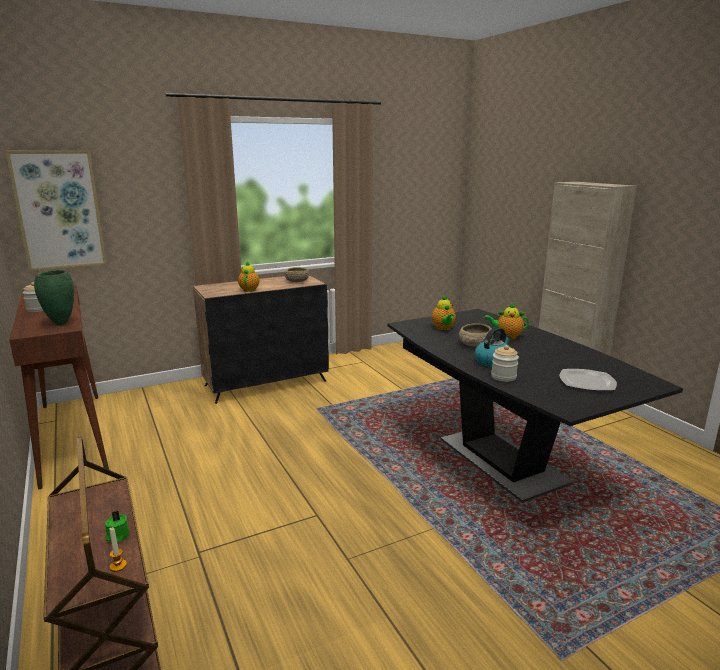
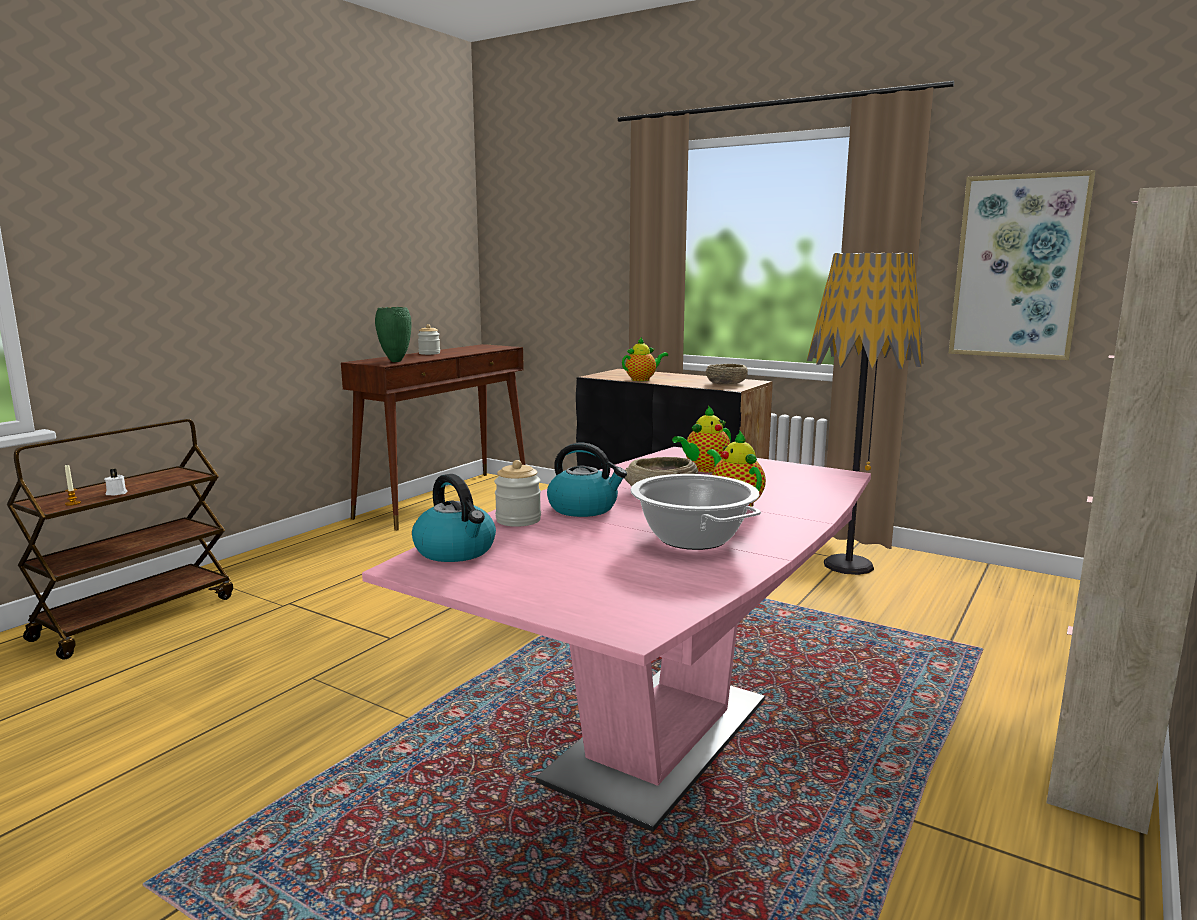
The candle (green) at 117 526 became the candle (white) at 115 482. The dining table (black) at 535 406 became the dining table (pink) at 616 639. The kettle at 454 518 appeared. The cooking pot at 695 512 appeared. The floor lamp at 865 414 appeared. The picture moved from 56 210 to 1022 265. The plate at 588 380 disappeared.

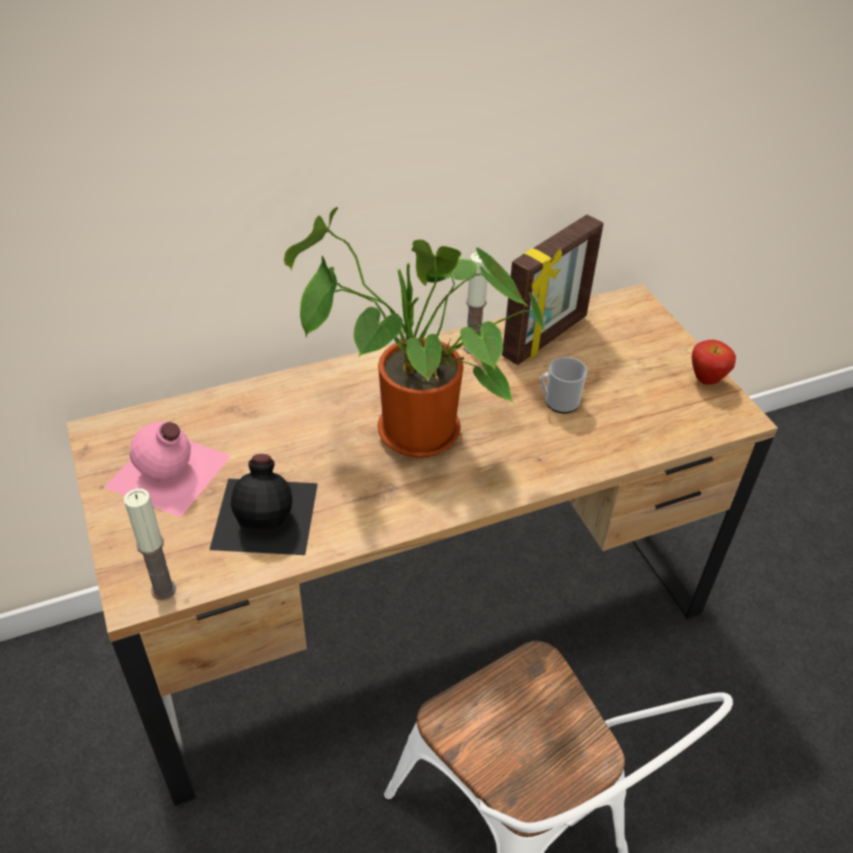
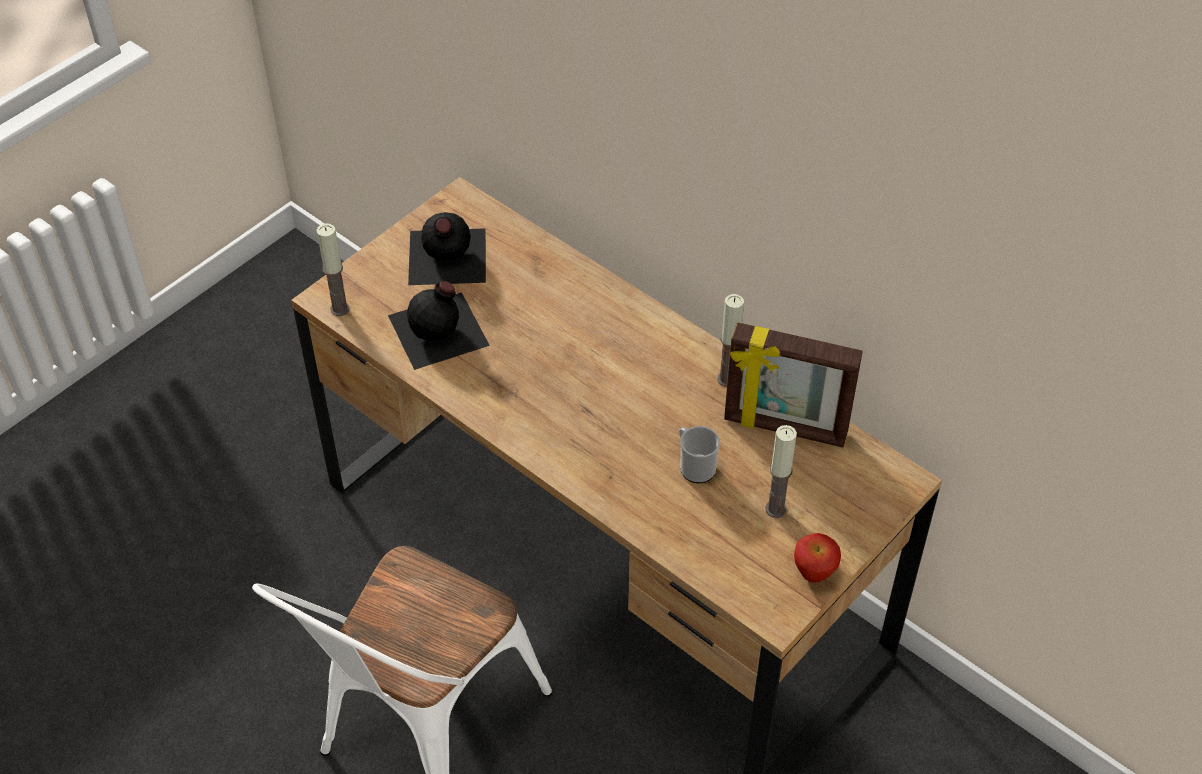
The bottle (pink) at 167 469 became the bottle (black) at 447 248. The candle at 781 471 appeared. The potted plant at 415 332 disappeared.

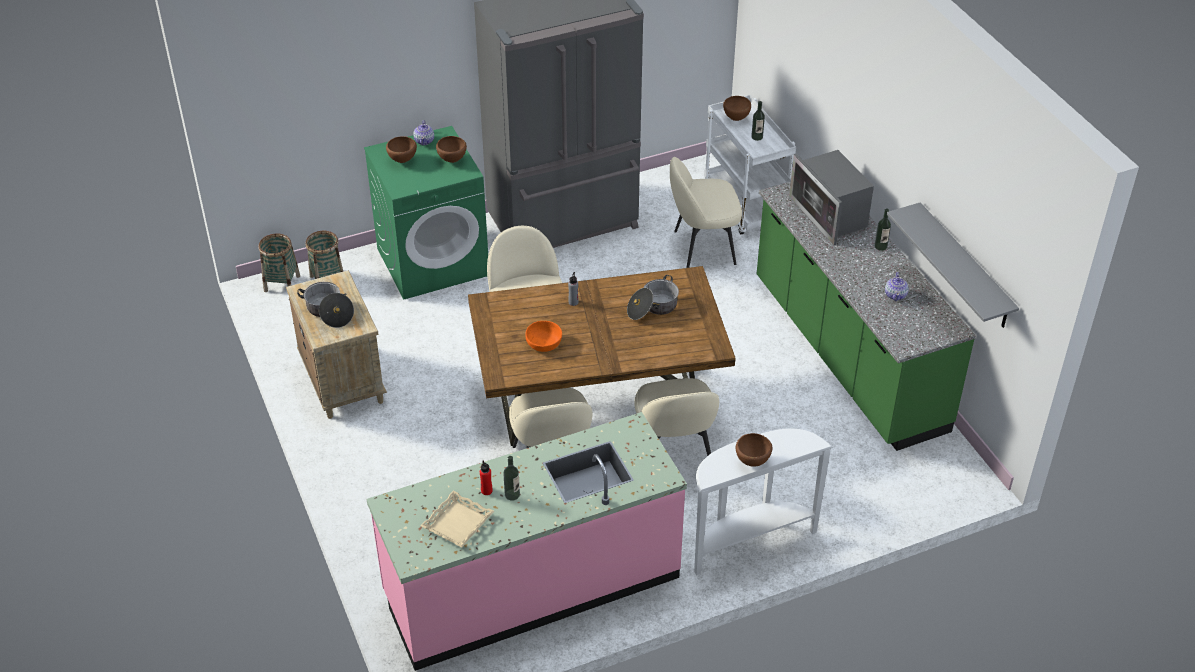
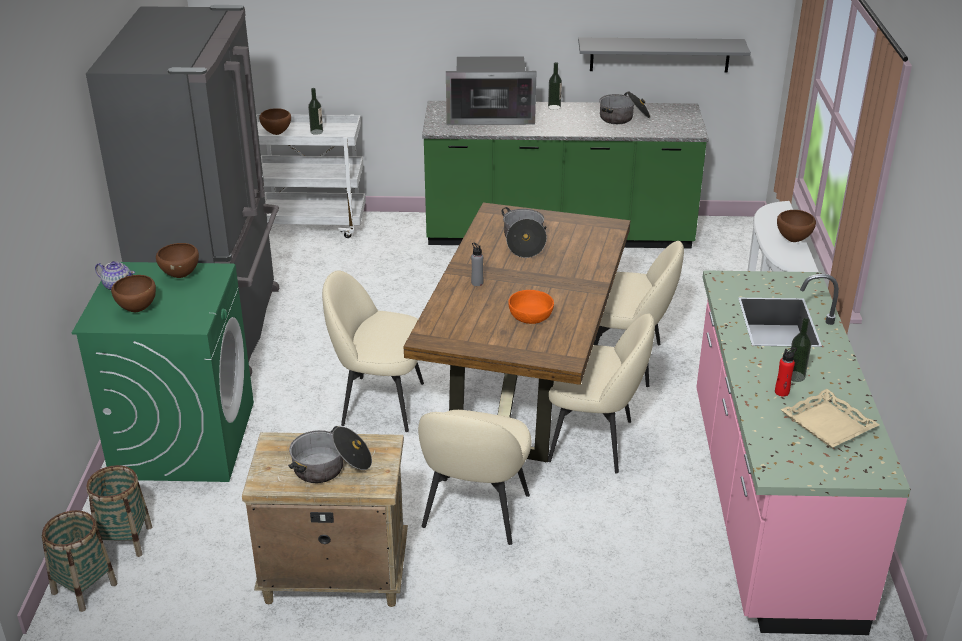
The chair (beige) moved from 706 212 to 475 477. The teapot at 897 286 was replaced by the cooking pot at 625 107.

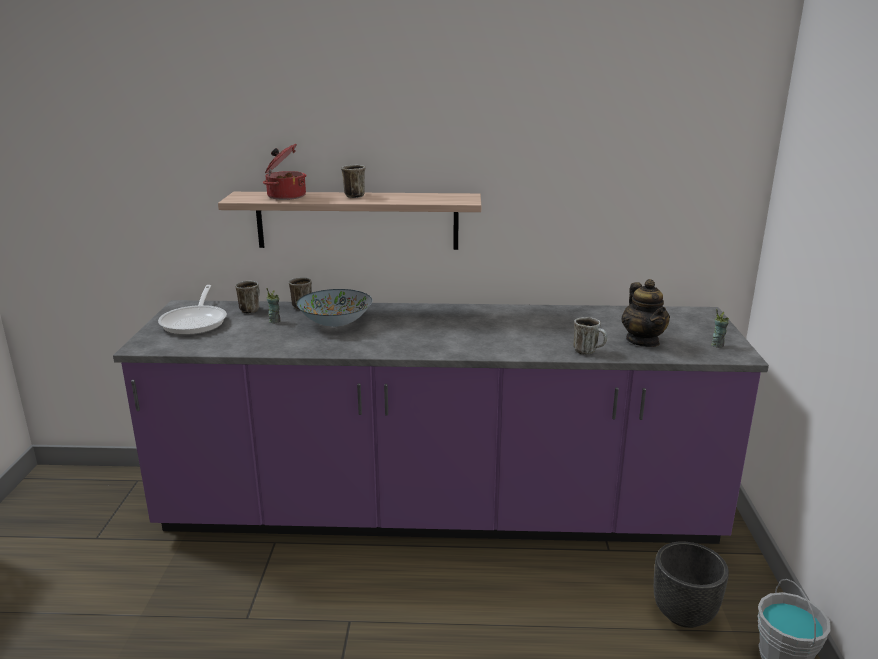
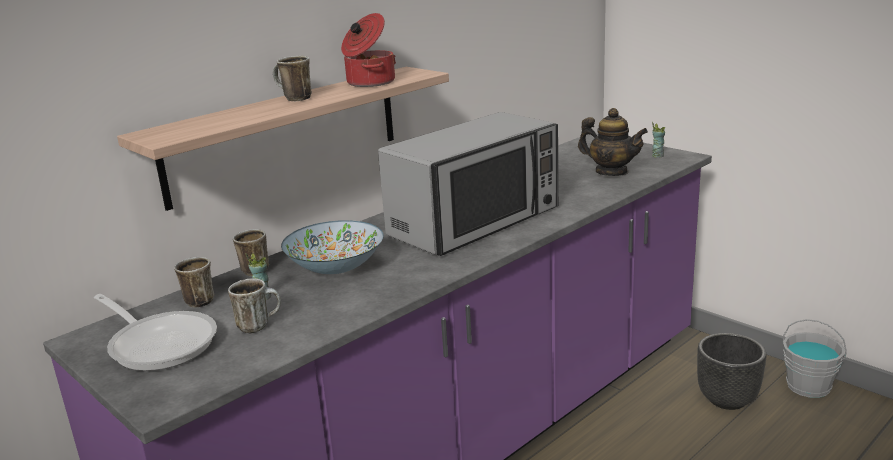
The mug moved from 590 336 to 254 306. The cooking pot moved from 285 172 to 368 50. The microwave at 468 184 appeared.

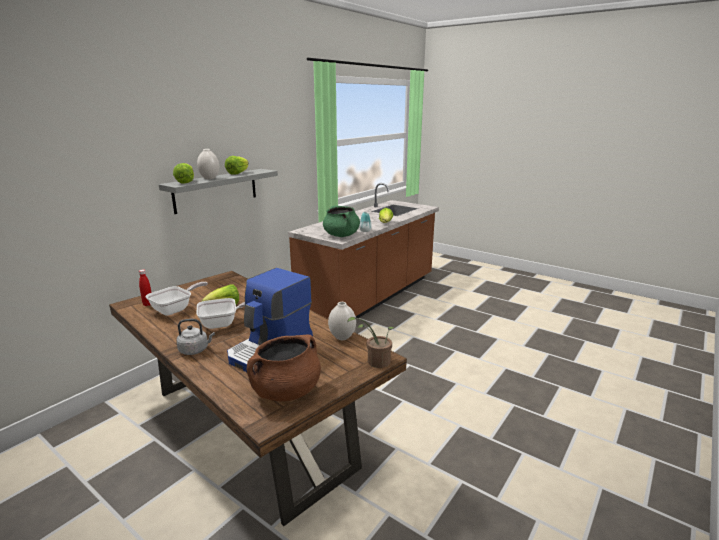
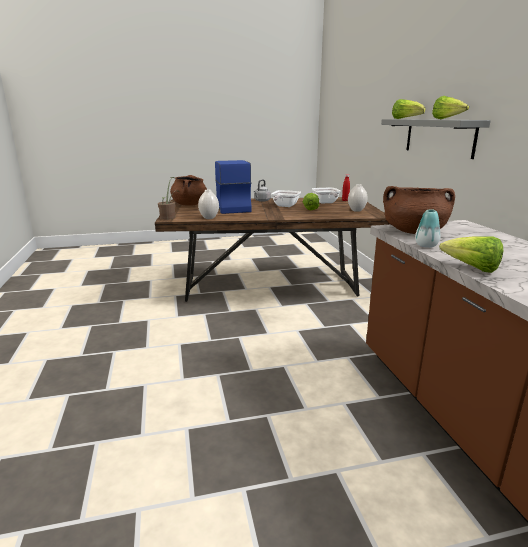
The vase (white) moved from 208 164 to 358 198. The cooking pot (green) at 341 221 became the cooking pot (brown) at 419 210.

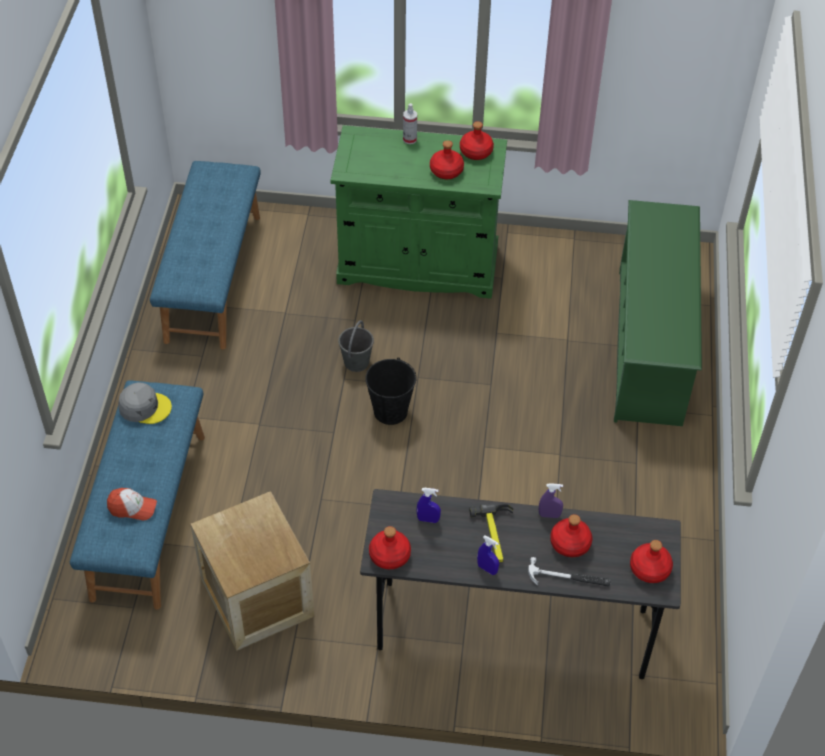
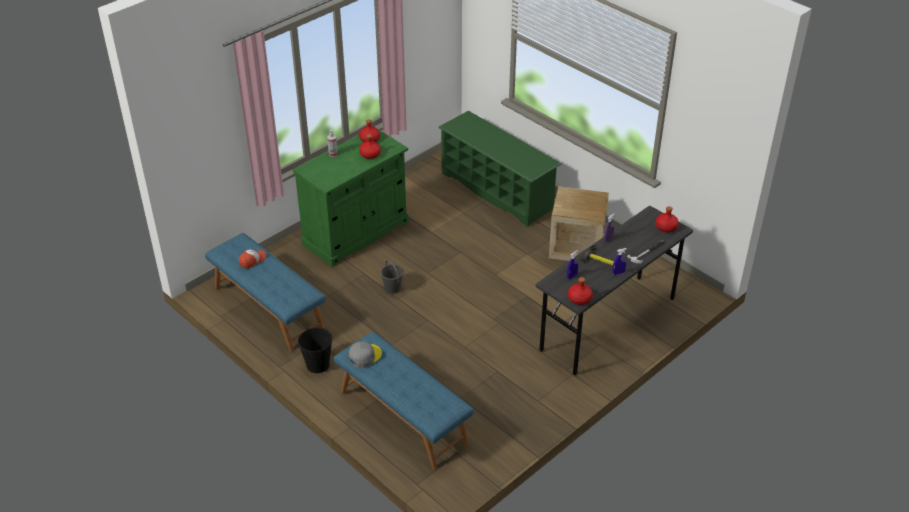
The cap moved from 132 504 to 252 259. The bucket (black) moved from 391 391 to 315 350. The crate moved from 252 571 to 579 223. The bottle (red) at 571 535 disappeared.

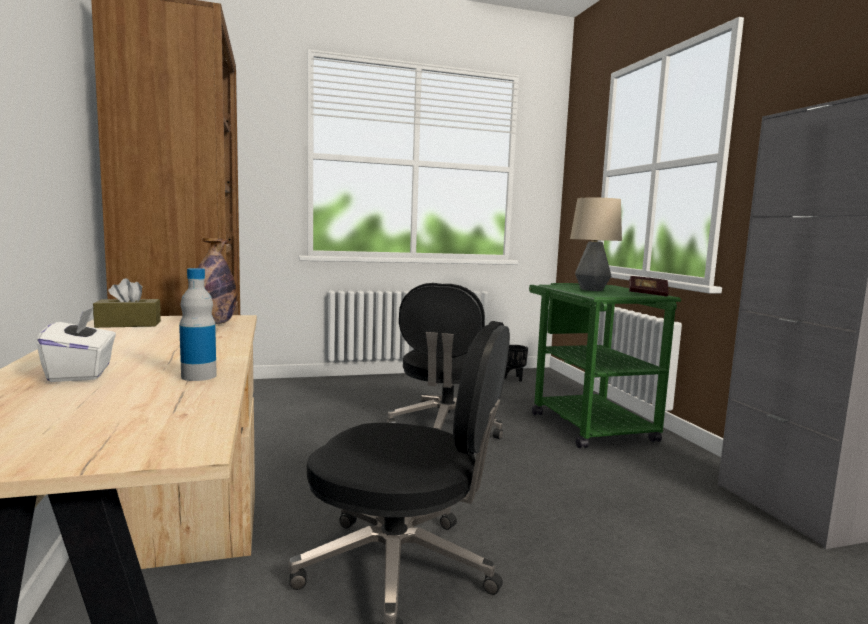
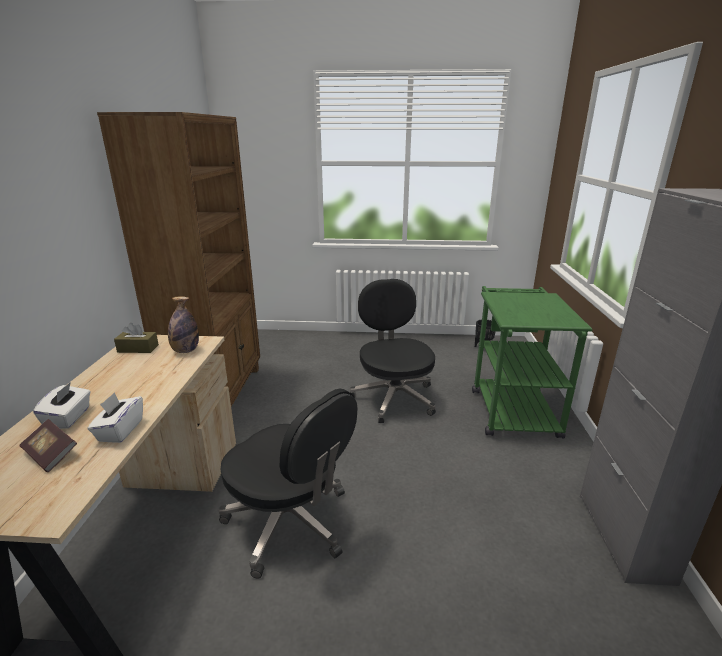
The book moved from 648 286 to 48 445. The bottle at 198 324 was replaced by the tissue box (white) at 115 418. The office chair (black) at 445 361 turned 135 degrees clockwise. The table lamp at 596 244 disappeared.

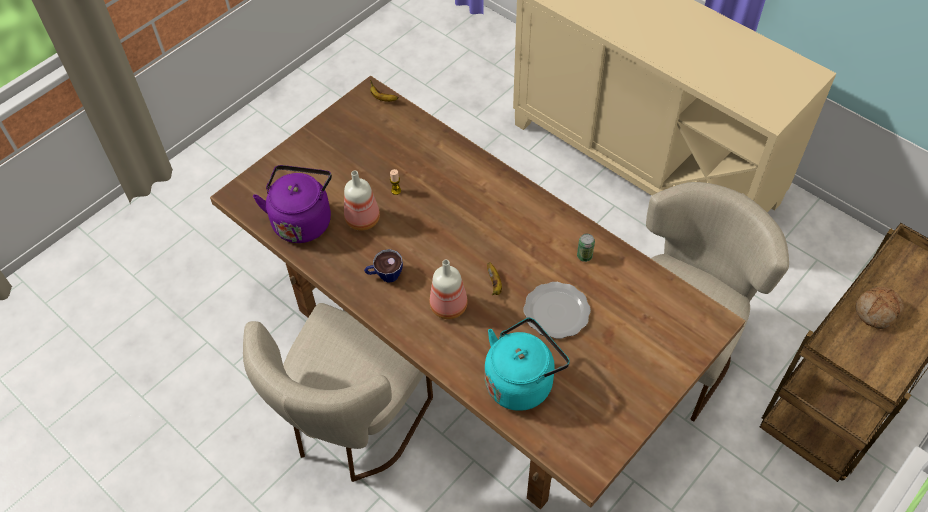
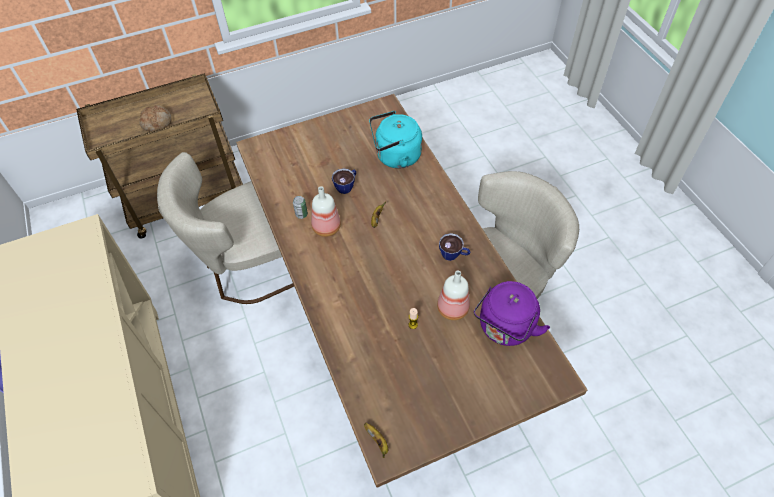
The bottle moved from 449 289 to 326 211. The plate at 557 310 was replaced by the cup at 344 181.

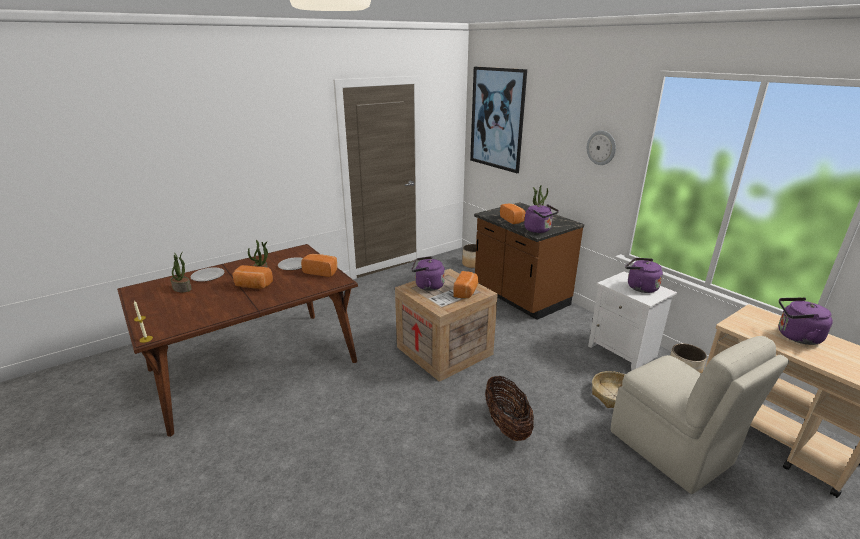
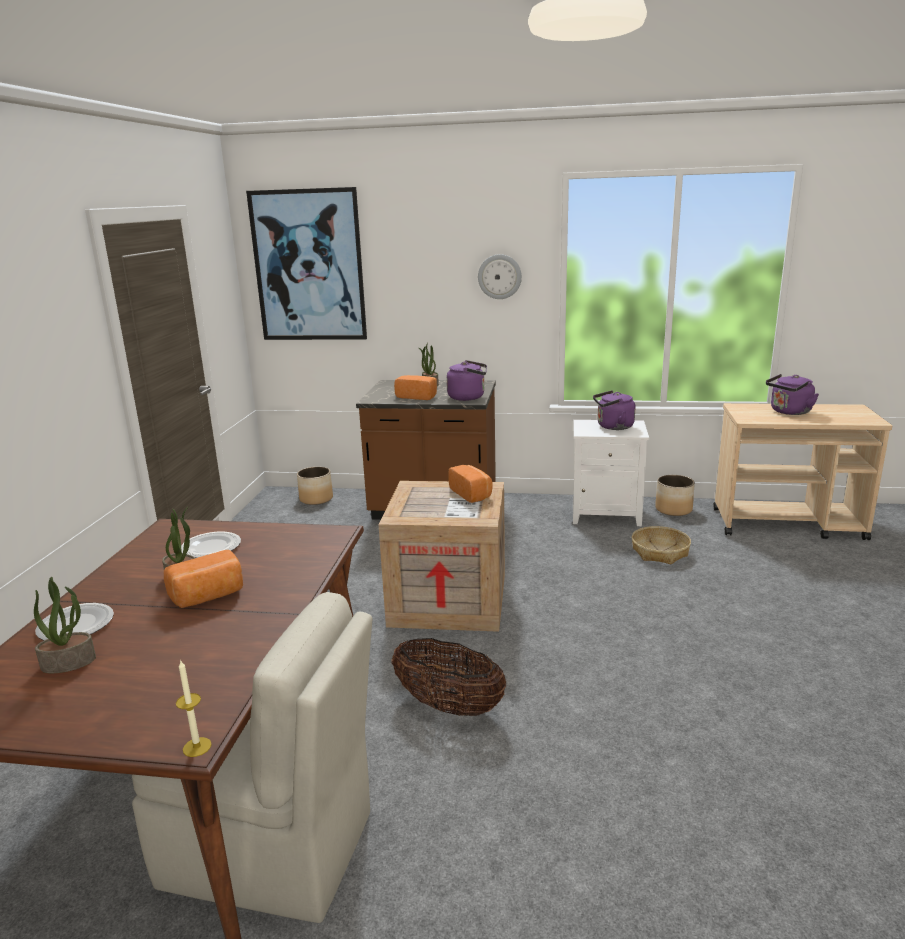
The chair (beige) moved from 699 415 to 252 757. The basket moved from 509 408 to 448 677. The bread at 319 265 disappeared. The kettle (purple) at 428 273 disappeared.

